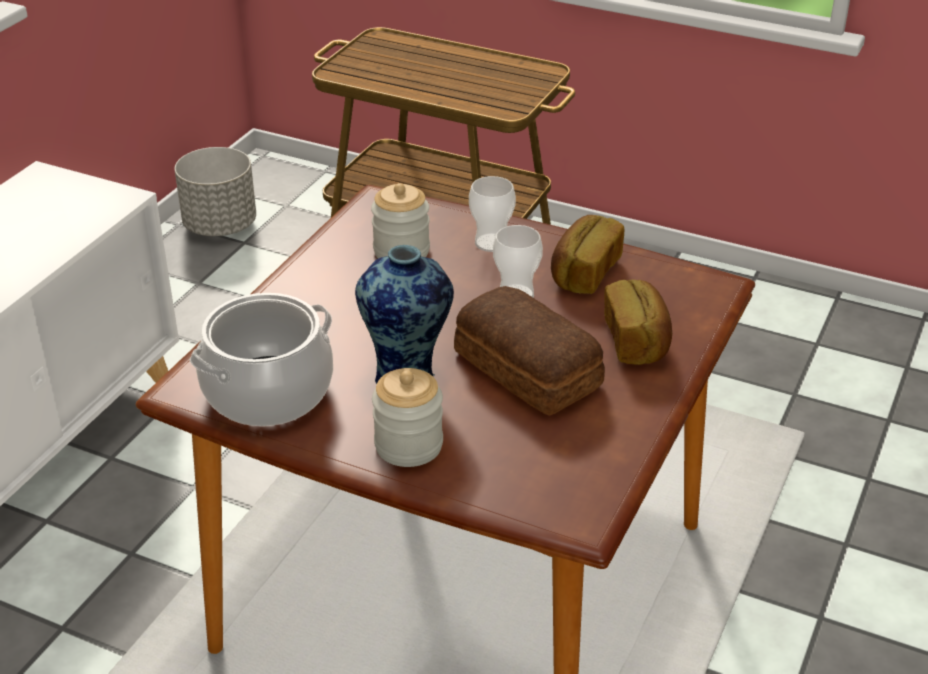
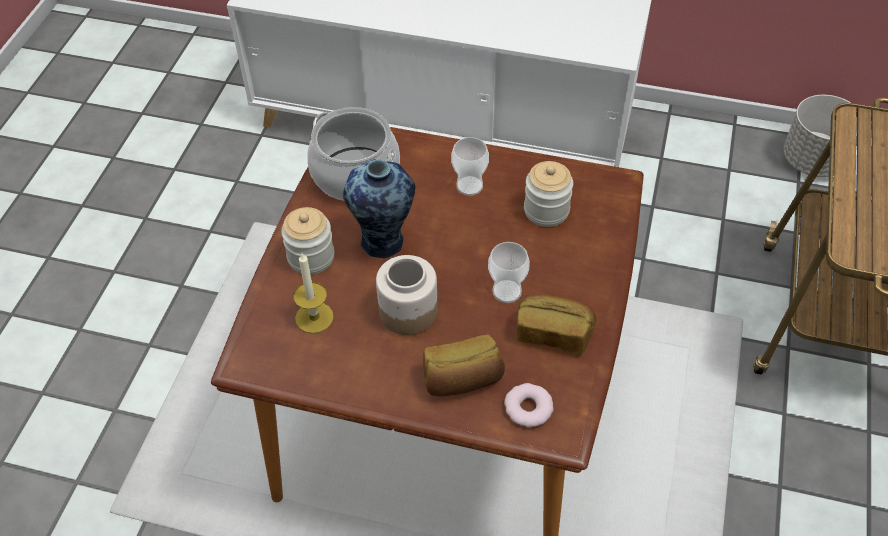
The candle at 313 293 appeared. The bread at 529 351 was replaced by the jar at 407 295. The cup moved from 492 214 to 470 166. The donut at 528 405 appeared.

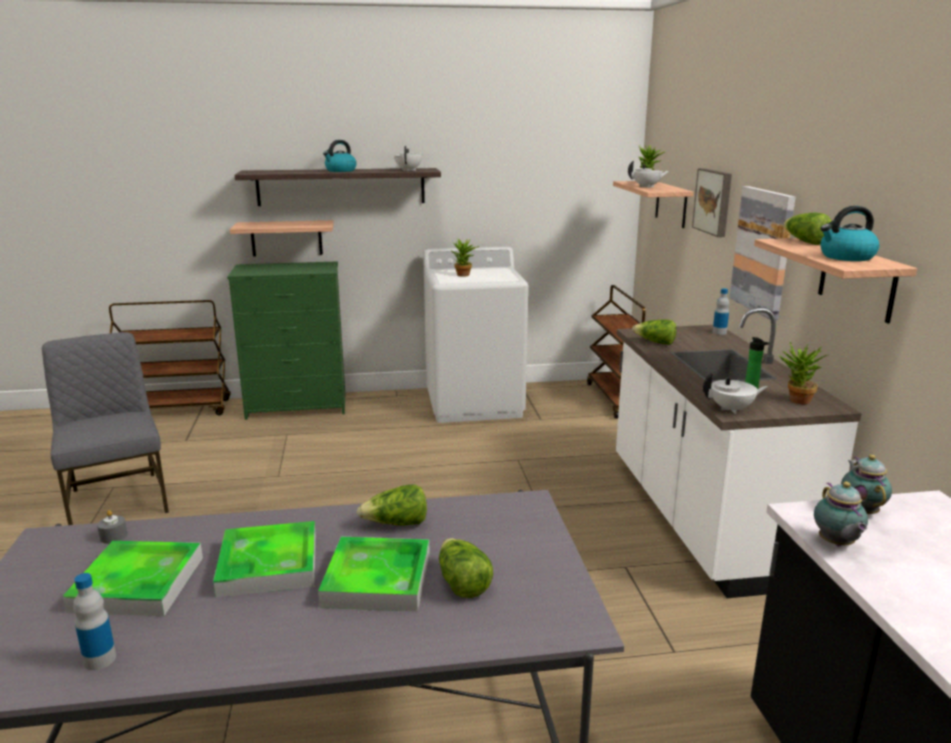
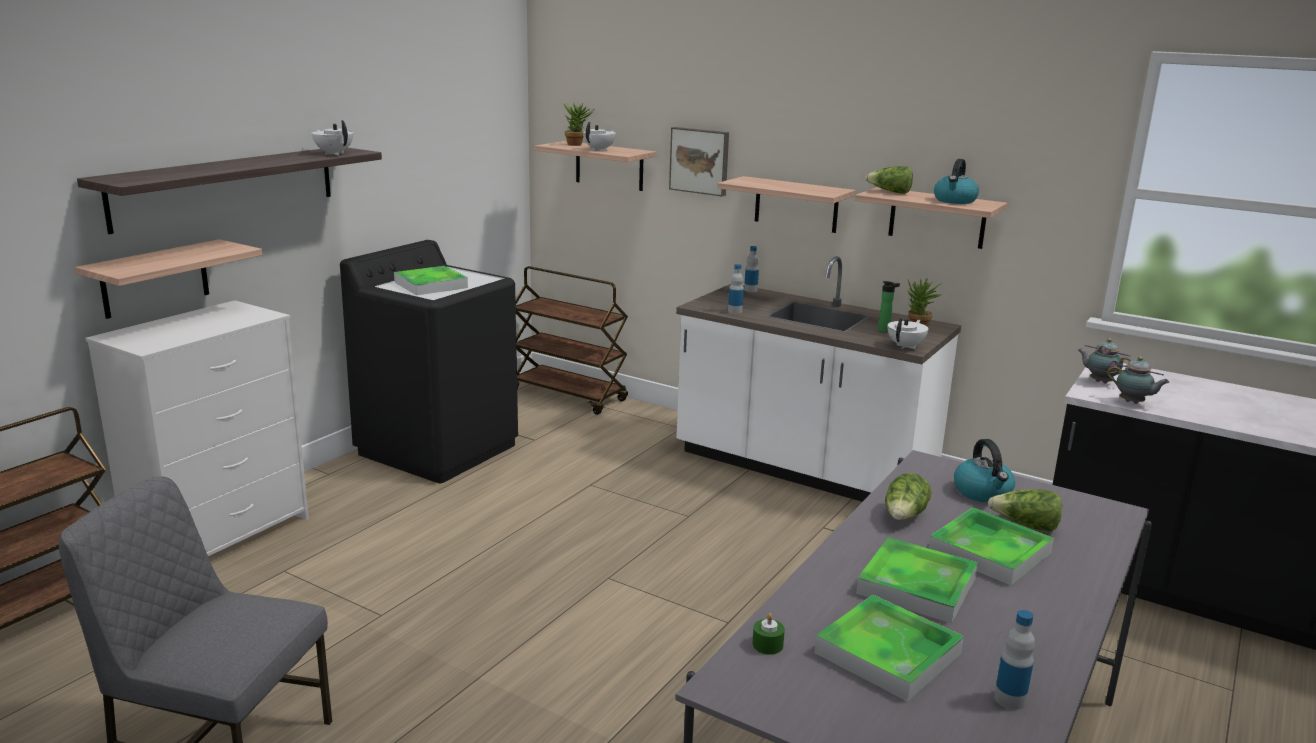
The dresser (green) at 286 340 became the dresser (white) at 197 428. The washing machine (white) at 476 334 became the washing machine (black) at 429 361. The potted plant at 465 258 was replaced by the tray at 431 280. The picture at 762 253 was replaced by the shelf at 786 204. The lettuce at 654 332 was replaced by the bottle at 736 288. The candle (grey) at 112 527 became the candle (green) at 768 634. The kettle moved from 340 156 to 984 471.

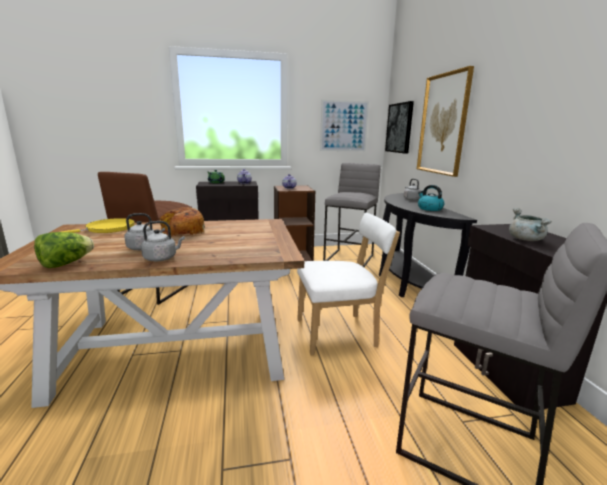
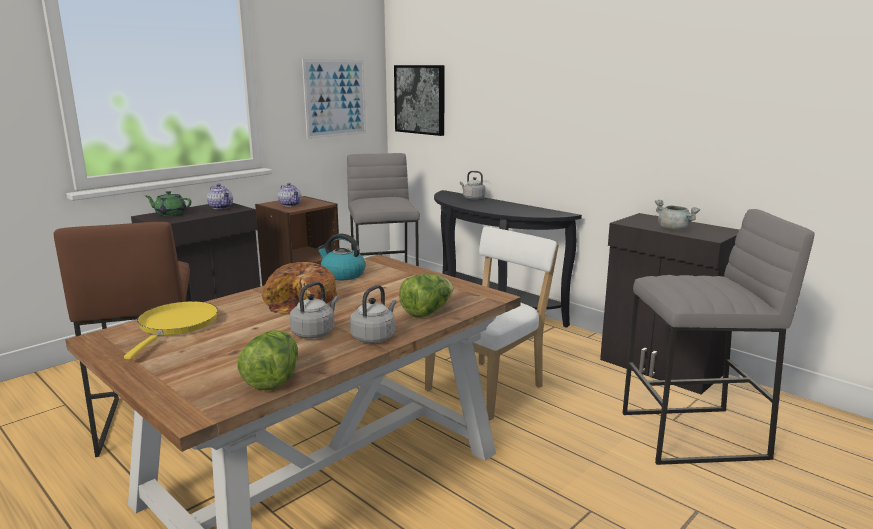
The kettle moved from 431 198 to 341 257. The lettuce at 426 295 appeared. The picture at 445 121 disappeared.

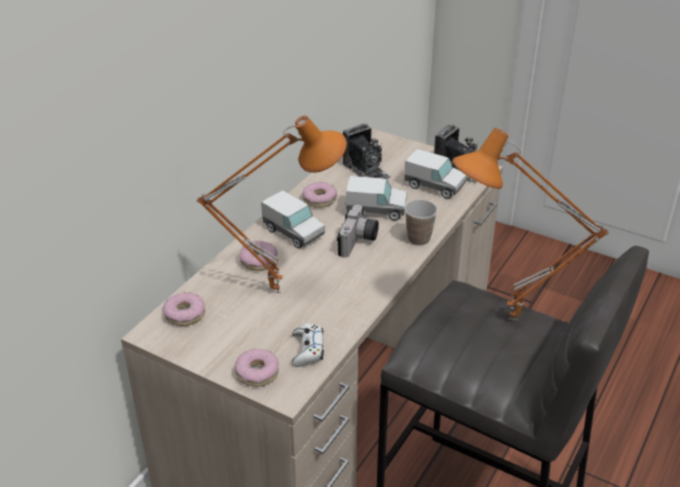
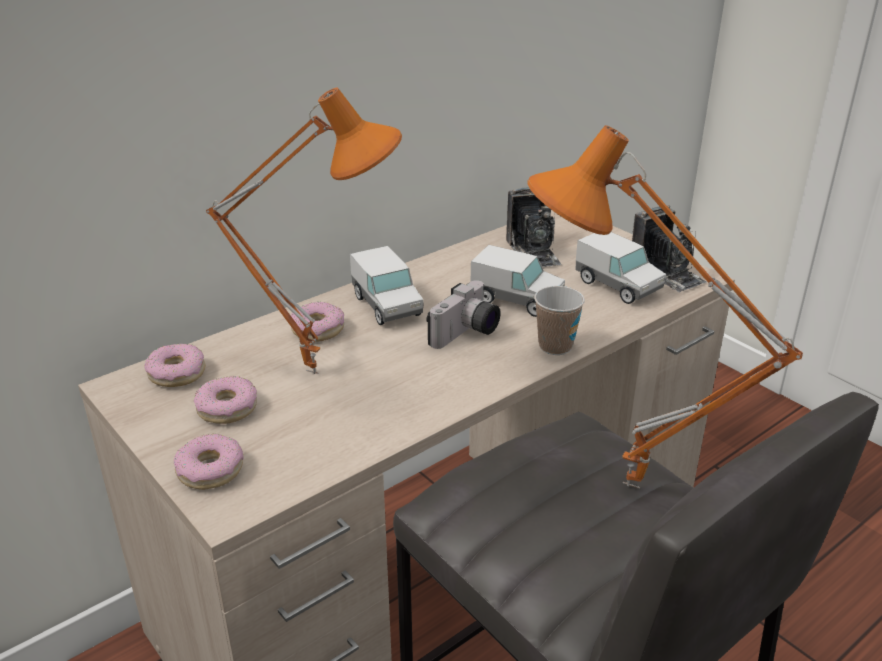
The donut moved from 319 195 to 225 400. The game controller (white) at 307 345 disappeared.

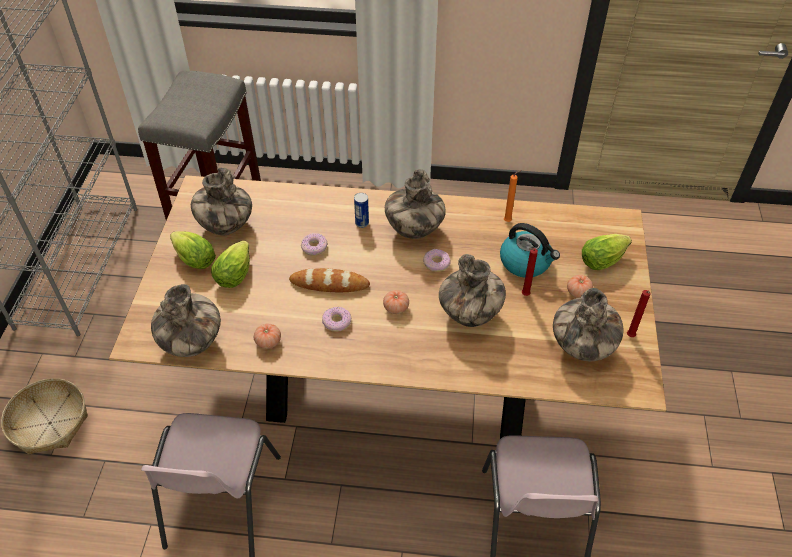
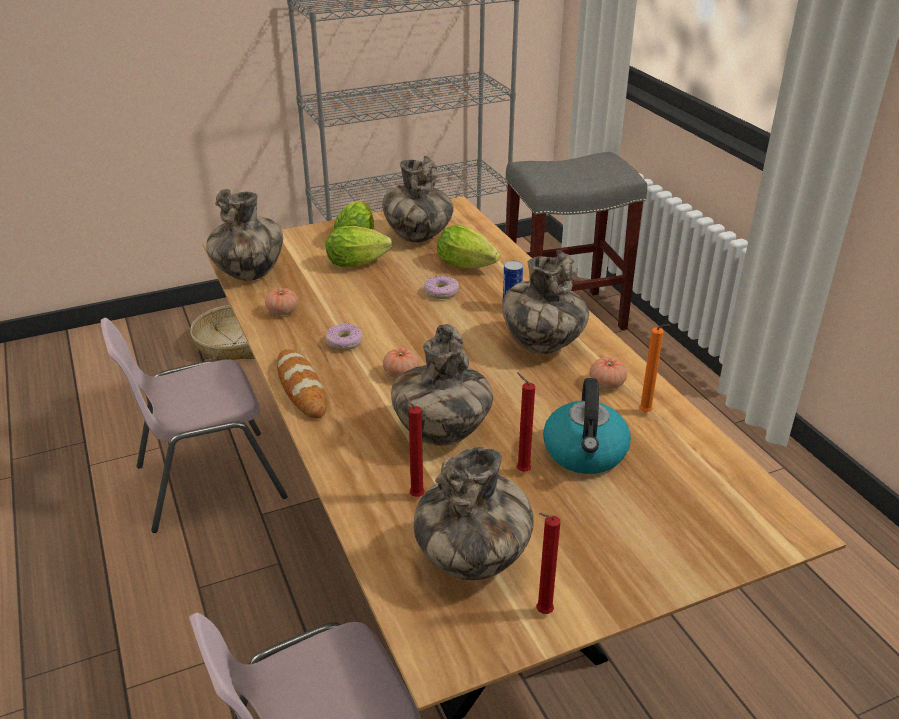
The bread moved from 329 280 to 301 384. The candle (red) at 414 445 appeared. The lettuce moved from 607 252 to 468 247. The tomato moved from 580 286 to 608 373. The donut at 436 260 disappeared.

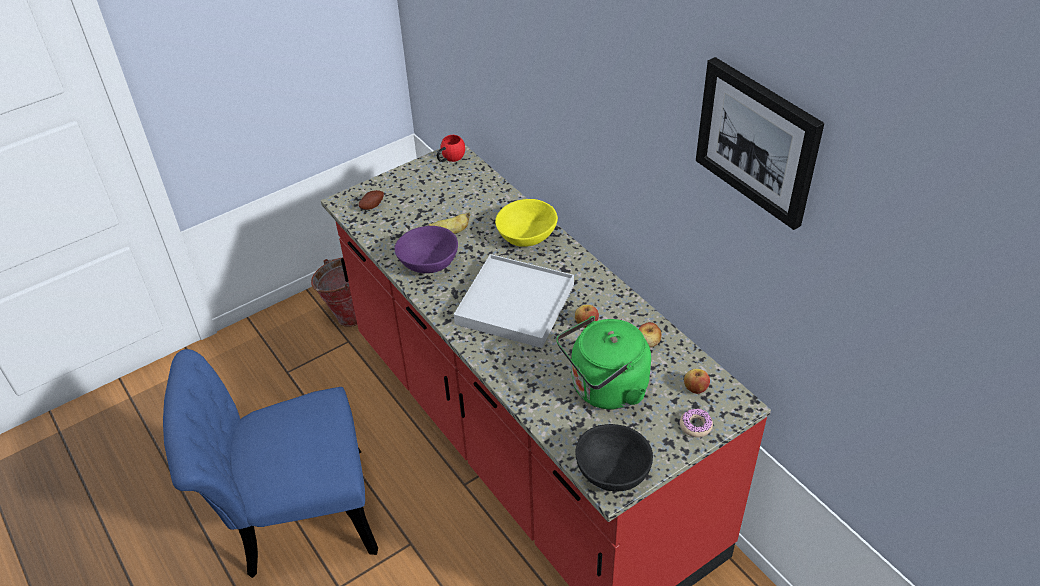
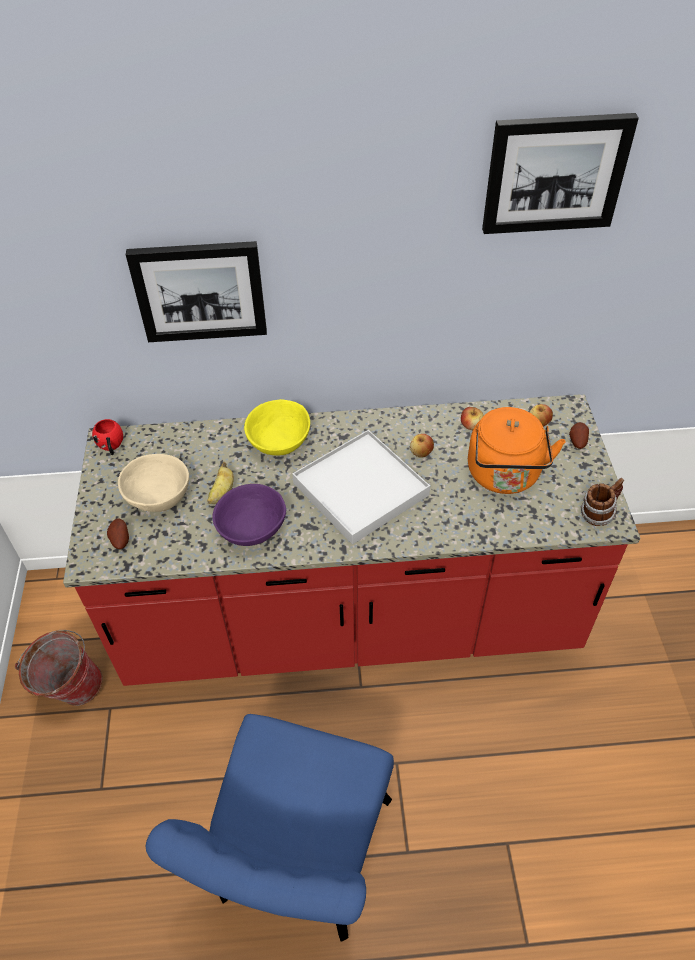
The bowl (beige) at 153 483 appeared. The picture at 196 291 appeared. The kettle (green) at 603 362 became the kettle (orange) at 517 450. The donut at 696 422 was replaced by the potato at 579 435. The bowl (black) at 614 458 was replaced by the mug at 602 502.

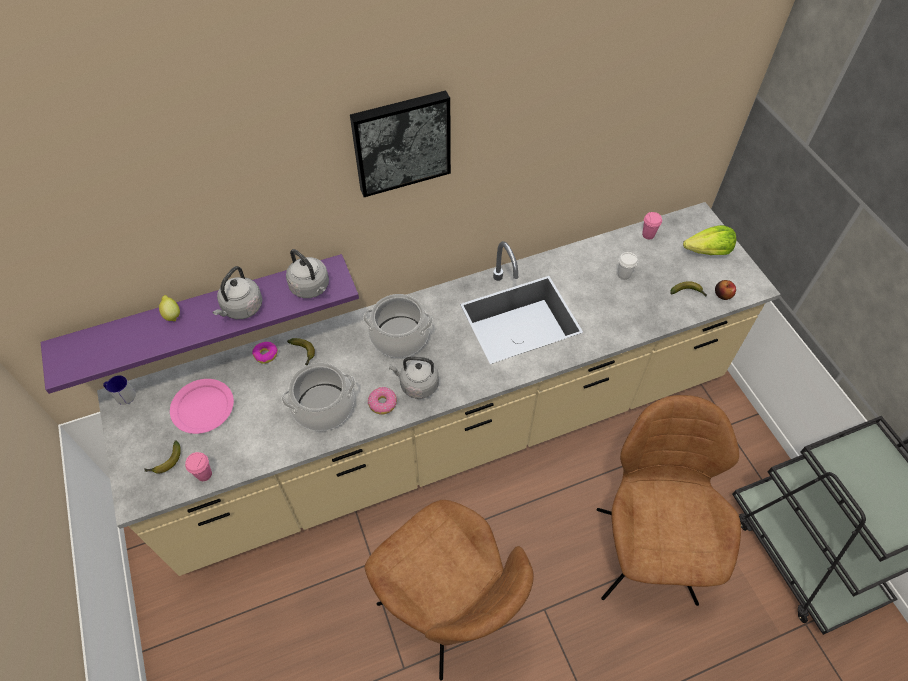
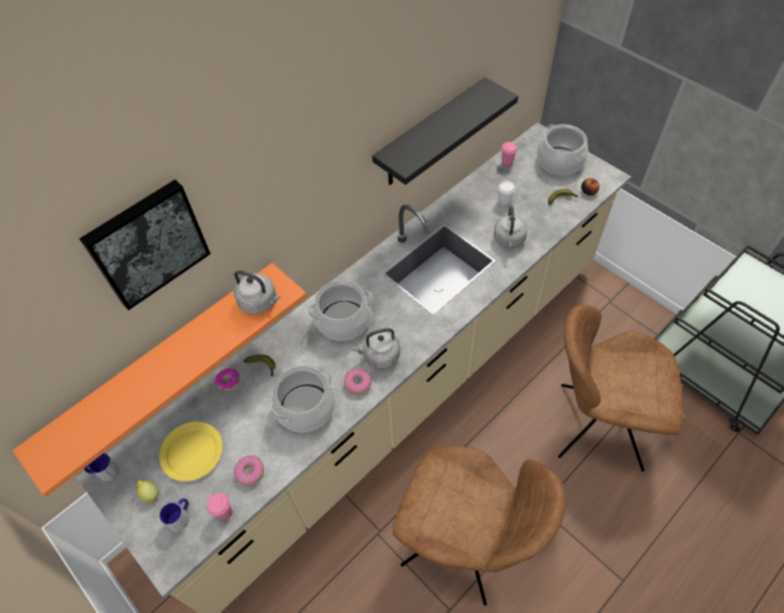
The shelf (purple) at 200 324 became the shelf (orange) at 160 380. The picture moved from 400 143 to 145 245. The lemon moved from 169 308 to 148 491. The plate (pink) at 202 406 became the plate (yellow) at 191 451. The banana at 163 457 was replaced by the mug at 174 515. The donut at 249 470 appeared. The shelf (black) at 445 131 appeared. The kettle (grey) moved from 237 292 to 511 227. The lettuce at 709 240 was replaced by the cooking pot at 562 149. The chair (brown) at 669 500 turned 60 degrees counterclockwise.

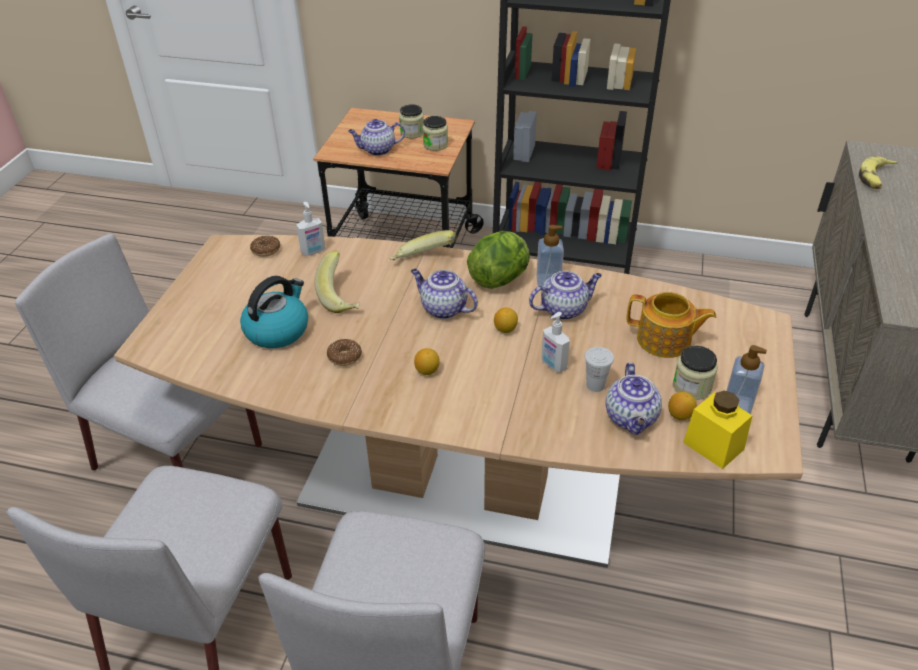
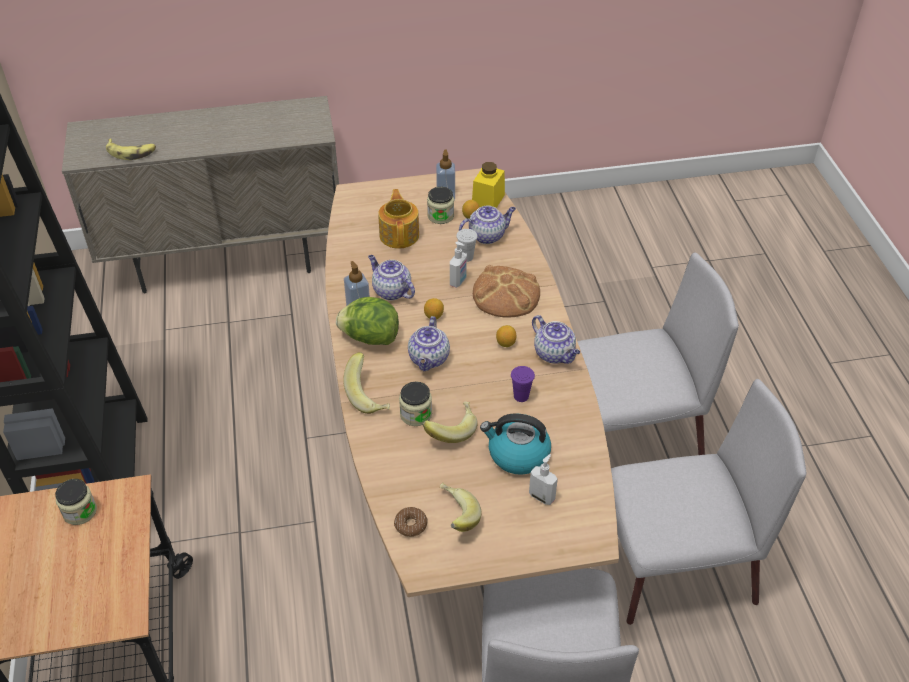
The jar moved from 411 121 to 415 404. The banana at 461 507 appeared. The bread at 506 291 appeared. The donut at 344 352 was replaced by the cup (purple) at 523 384. The soap dispenser moved from 311 228 to 543 479. The teapot moved from 376 137 to 556 339.

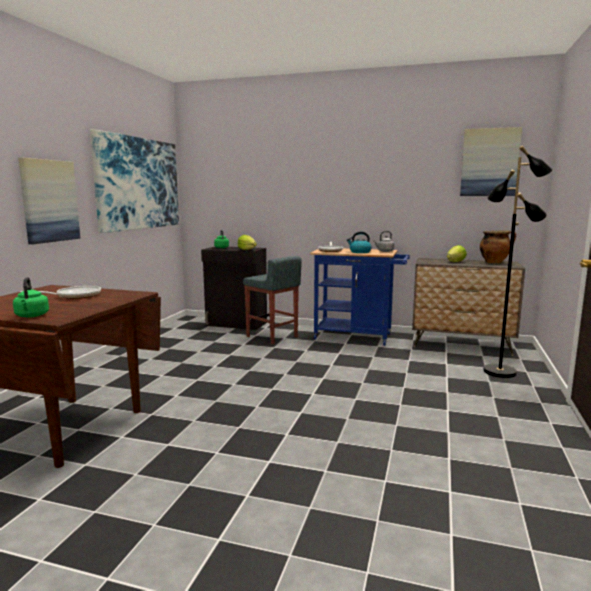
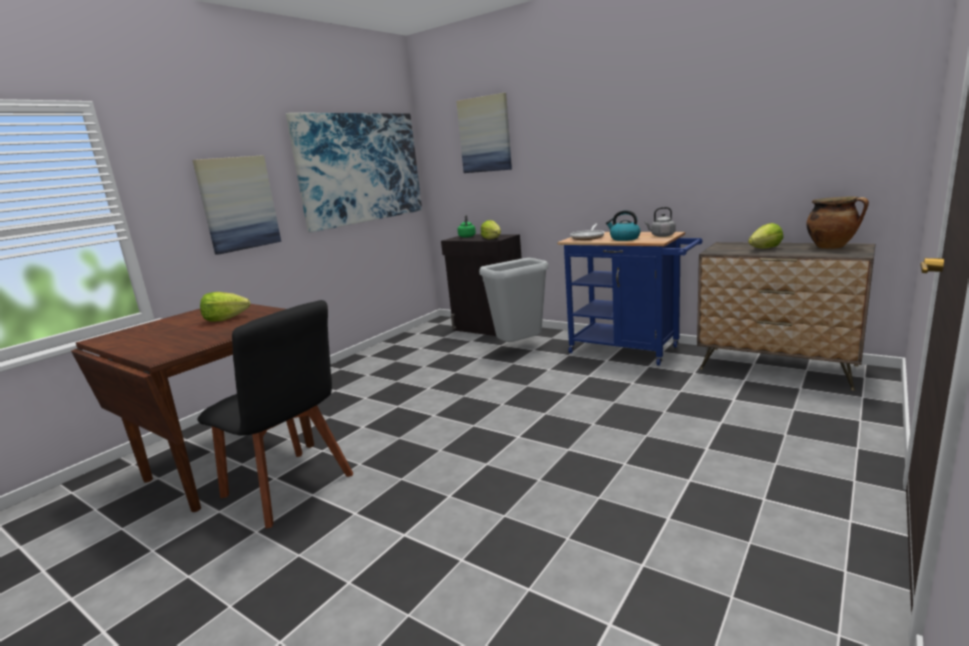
The chair (black) at 275 414 appeared. The frying pan at 60 292 was replaced by the lettuce at 225 306. The picture moved from 491 161 to 484 133. The stool (grey) at 272 300 was replaced by the trash can (grey) at 514 300. The kettle (green) at 31 297 disappeared. The floor lamp (black) at 517 262 disappeared.

